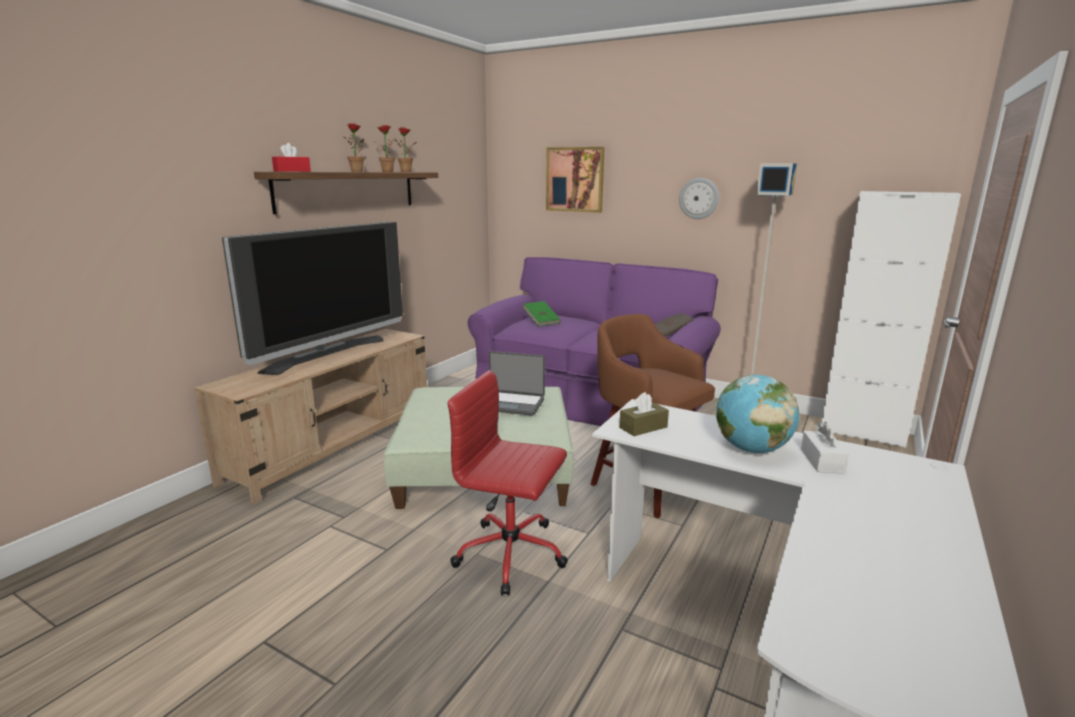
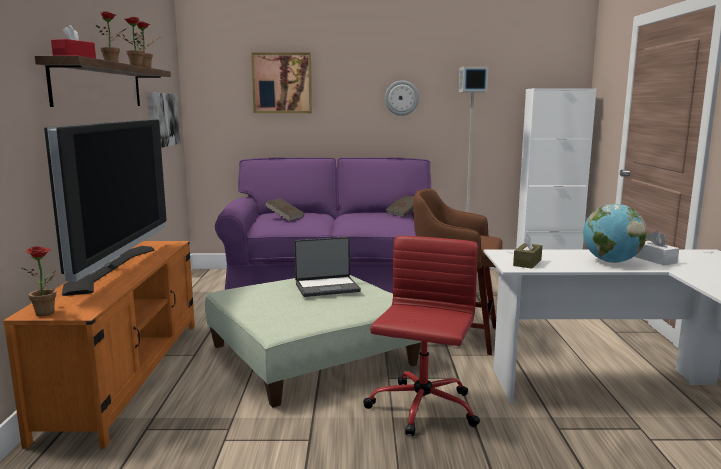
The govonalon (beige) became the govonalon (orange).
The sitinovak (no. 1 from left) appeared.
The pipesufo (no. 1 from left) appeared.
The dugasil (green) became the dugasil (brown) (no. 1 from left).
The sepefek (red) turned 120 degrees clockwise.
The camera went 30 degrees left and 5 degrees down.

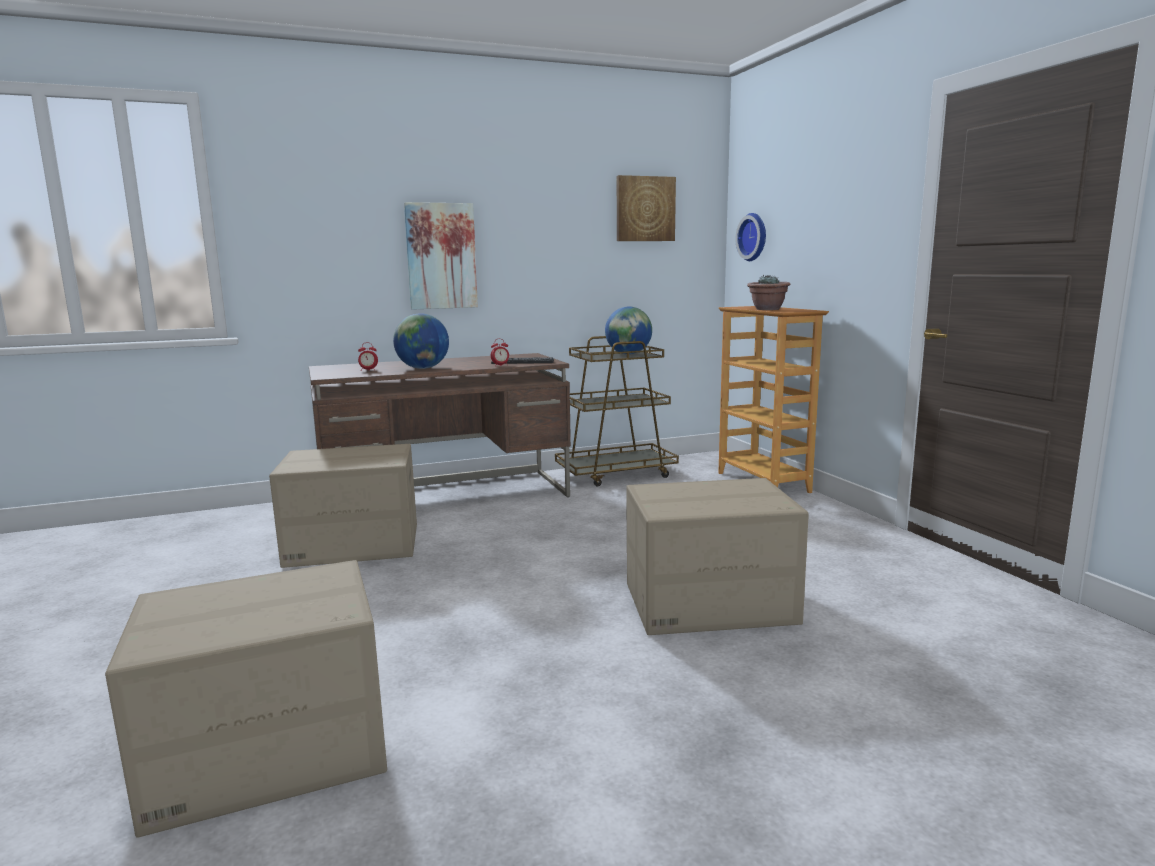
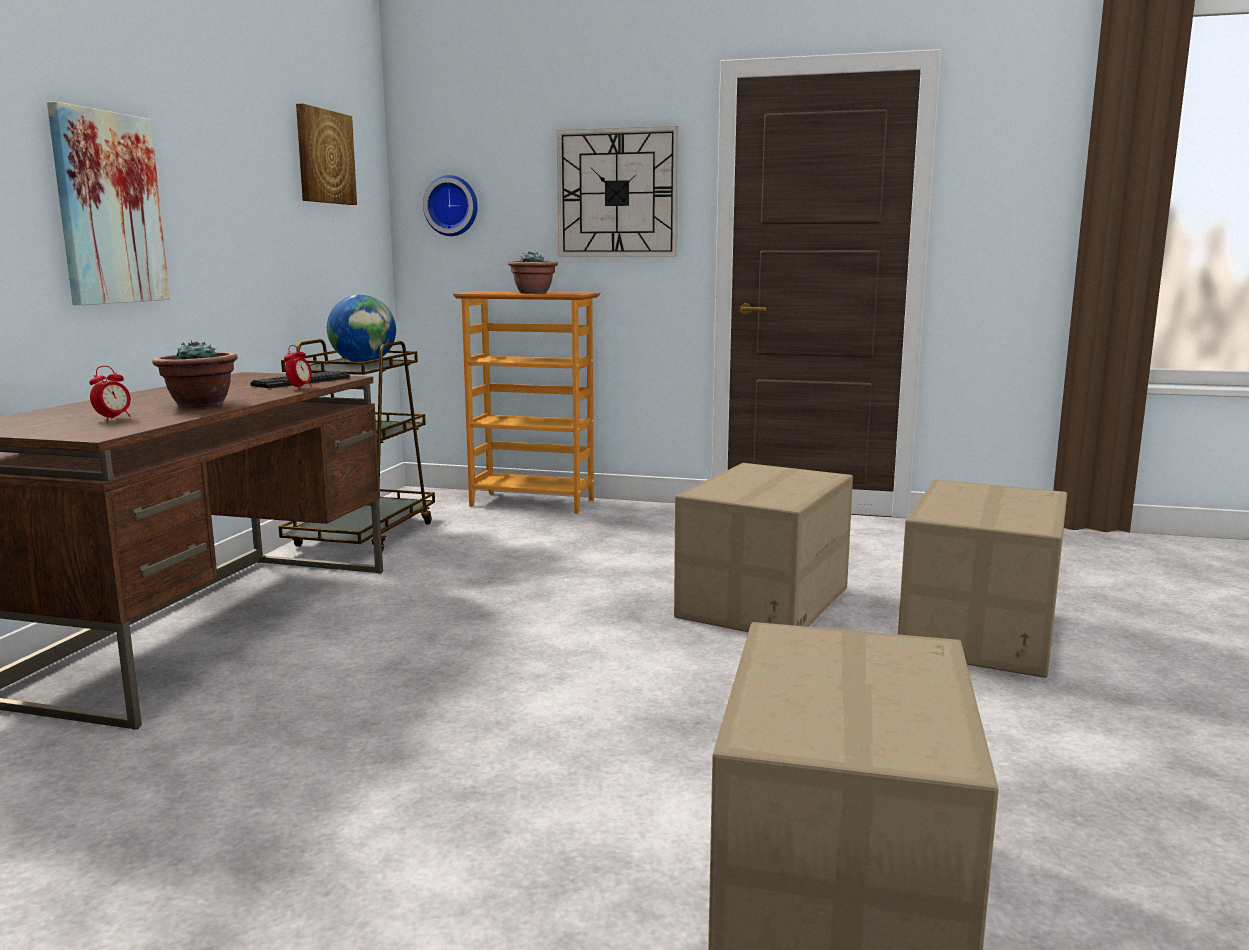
The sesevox (no. 1 from left) was replaced by the sitinovak (no. 1 from left).
The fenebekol (no. 2 from left) appeared.
The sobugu (no. 2 from left in the first image) moved.
The camera went 55 degrees left and 0 degrees up.

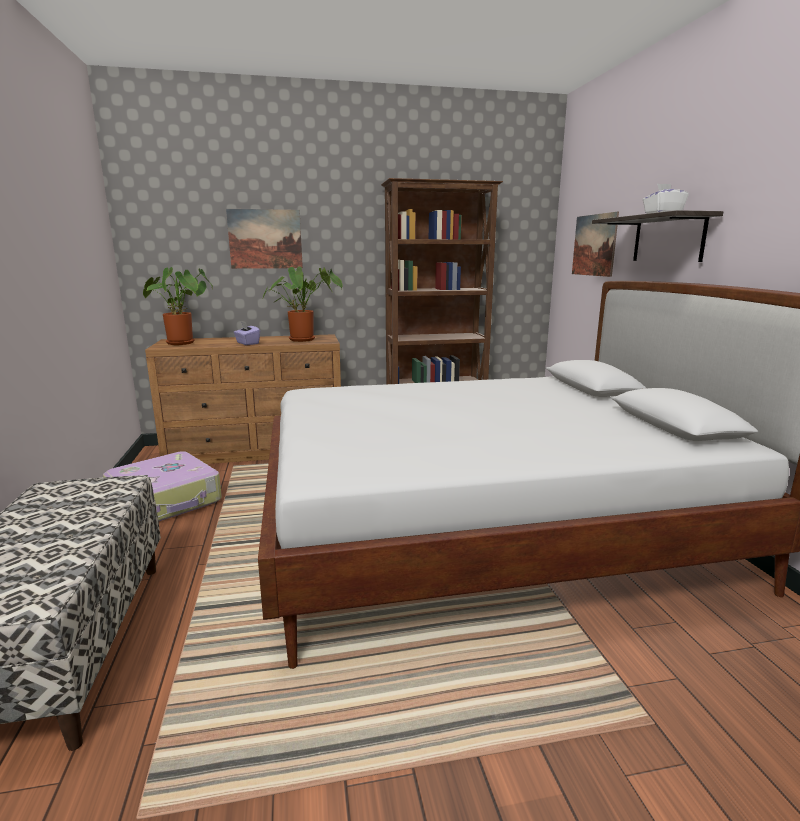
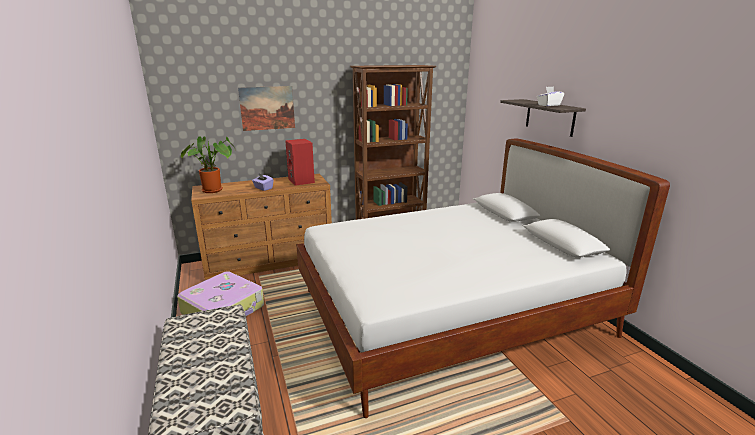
The sitinovak (no. 2 from left) was replaced by the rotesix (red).
The pipesufo (no. 2 from left) disappeared.
The camera went 10 degrees left and 5 degrees up.

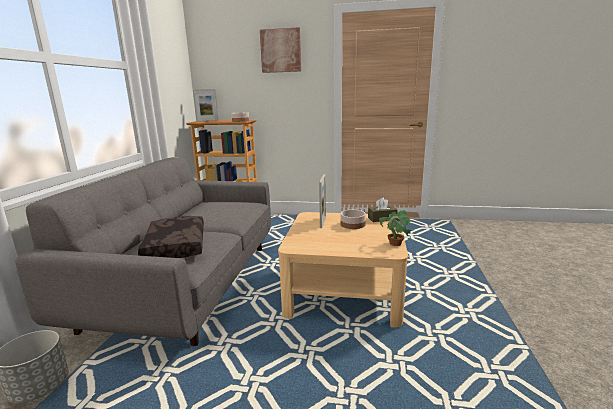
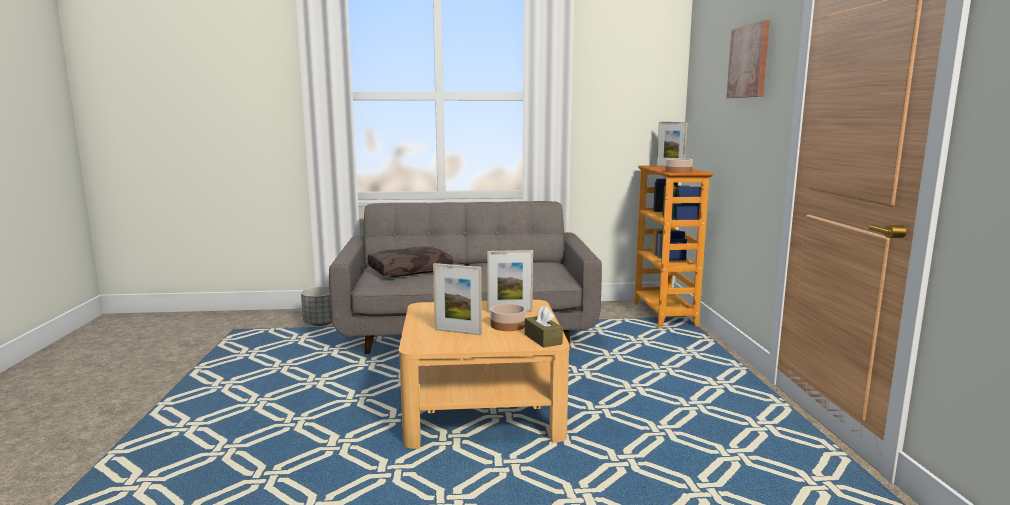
The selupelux (no. 1 from left) appeared.
The sitinovak disappeared.
The camera went 75 degrees right and 5 degrees down.

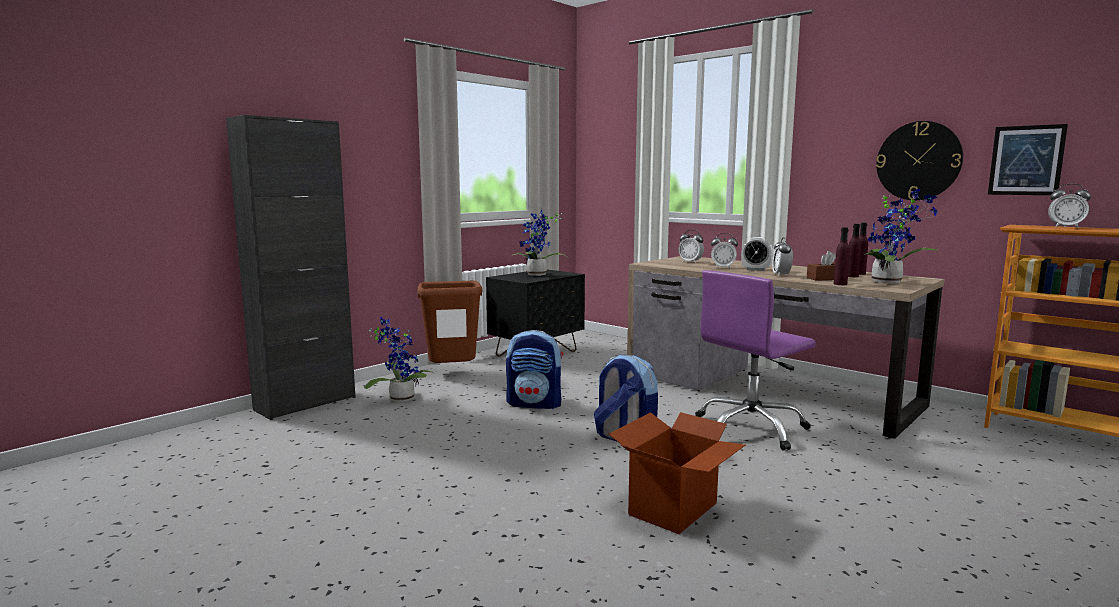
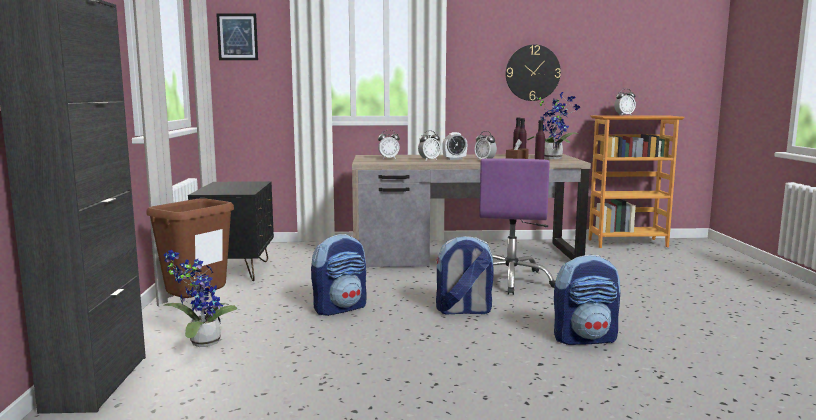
The pipesufo moved.
The sobugu was replaced by the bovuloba (no. 3 from left).
The sitinovak (no. 2 from left) disappeared.
The camera went 45 degrees left and 0 degrees up.

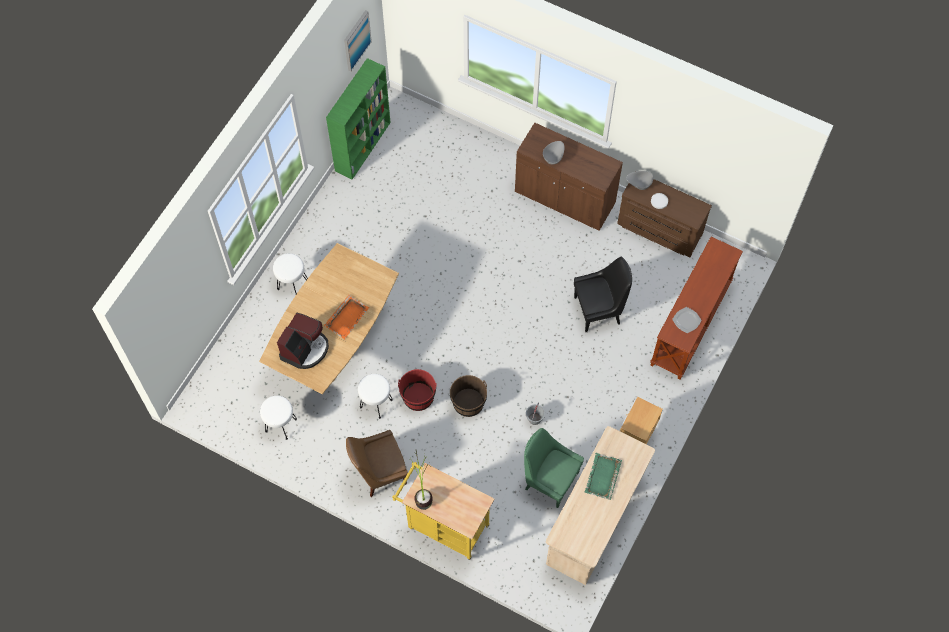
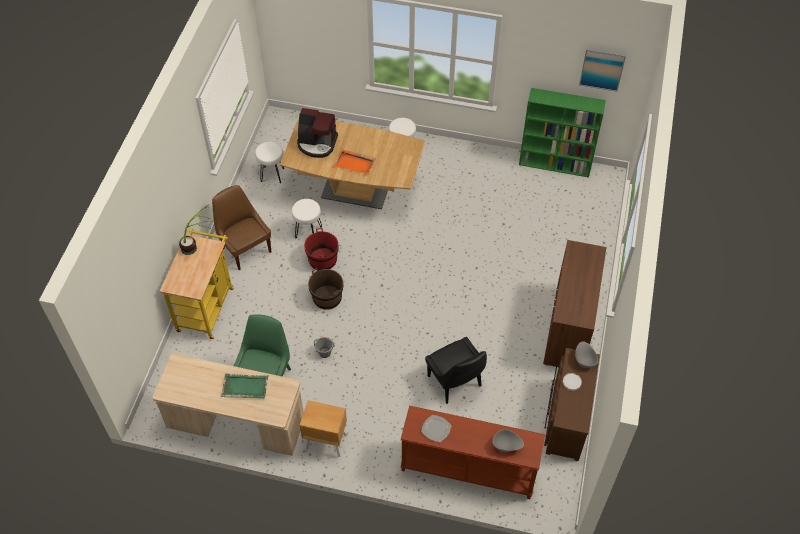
The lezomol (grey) (no. 1 from left) moved.
The camera went 75 degrees right and 10 degrees down.

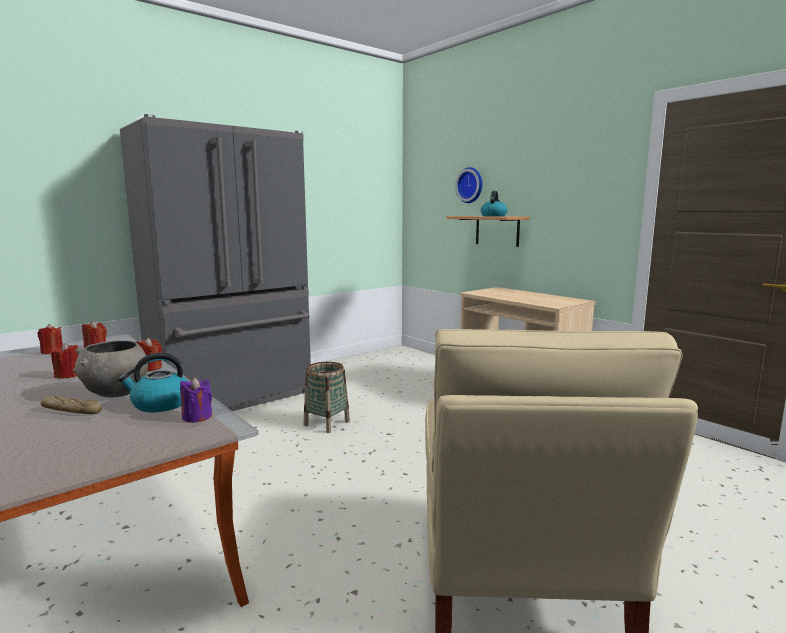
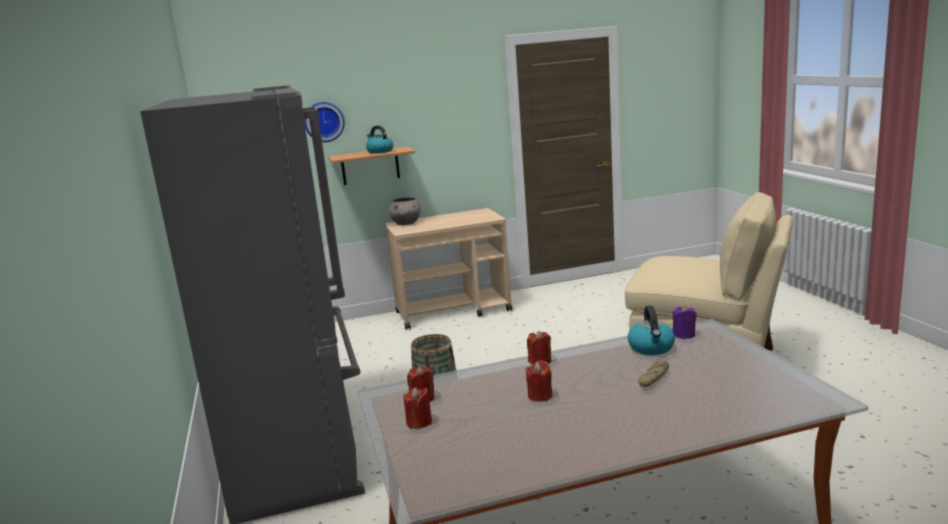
The lezomol (grey) moved.
The camera went 65 degrees left and 5 degrees up.

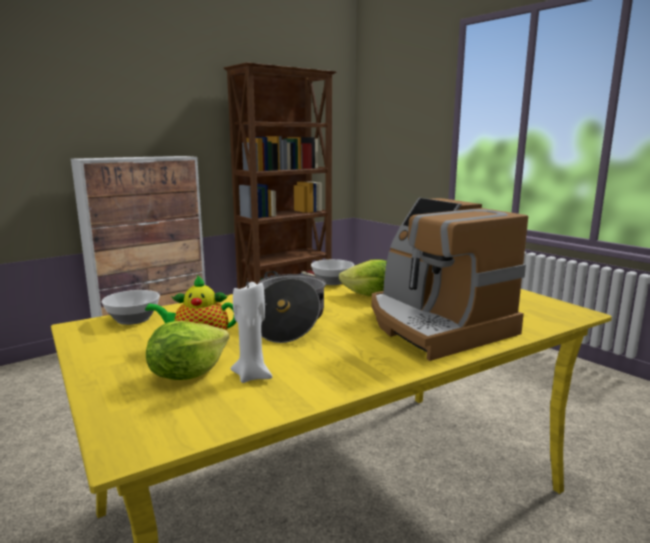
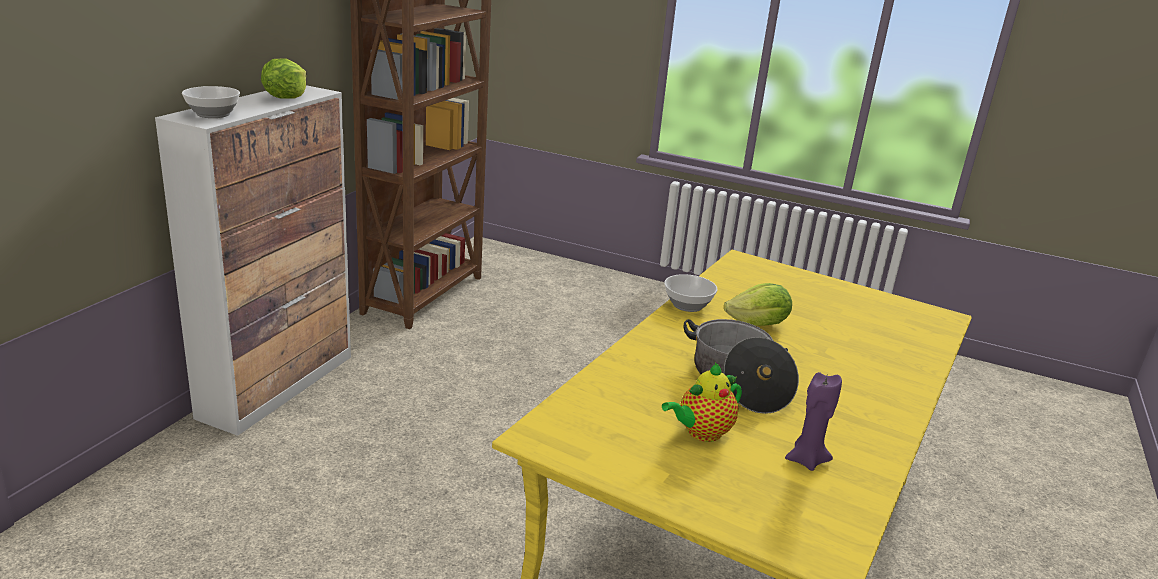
The lezomol (no. 1 from left) moved.
The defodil (no. 1 from left) moved.
The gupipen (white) became the gupipen (purple).
The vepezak disappeared.
The camera went 30 degrees left and 10 degrees up.

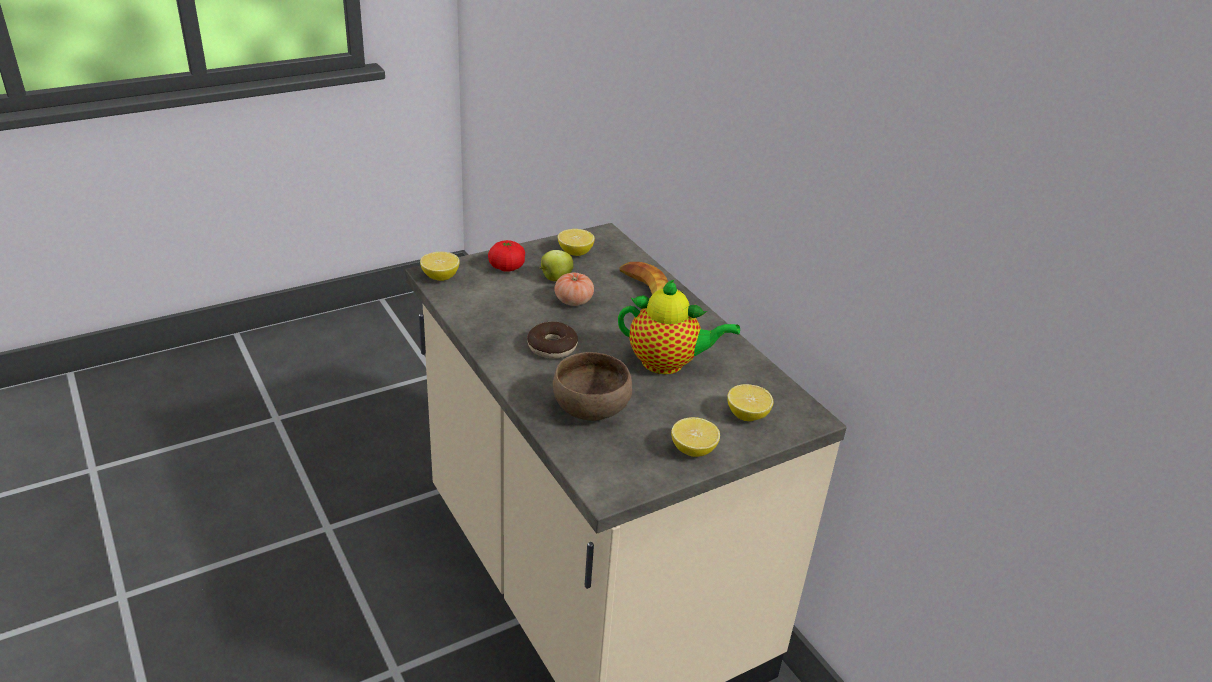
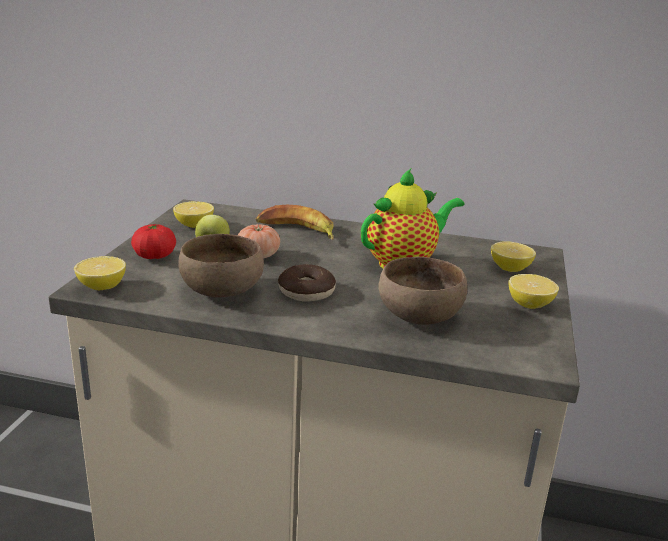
The lezomol (brown) (no. 1 from left) appeared.
The camera went 45 degrees left and 10 degrees down.

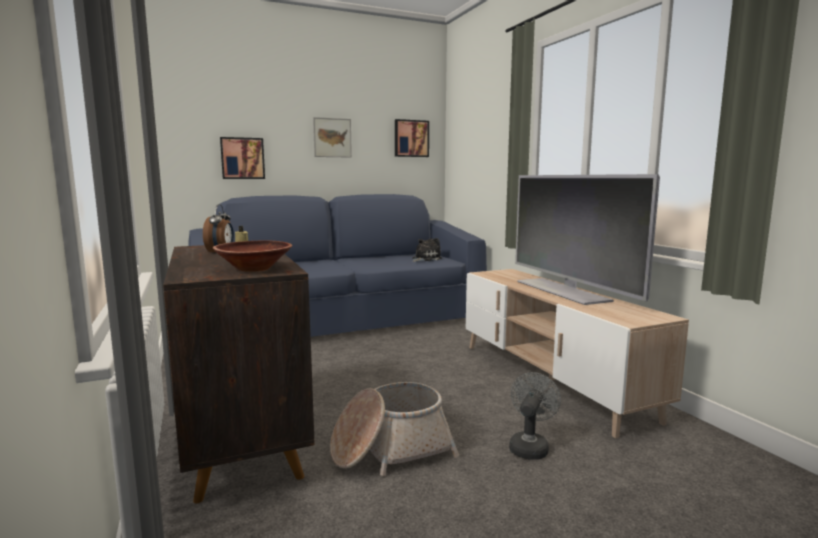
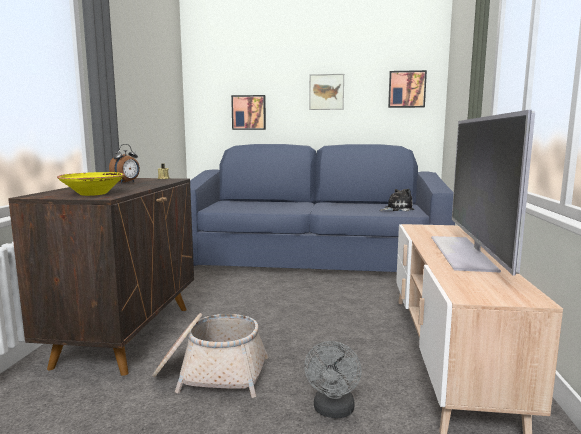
The lezomol (brown) became the lezomol (yellow).
The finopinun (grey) turned 135 degrees clockwise.
The camera went 30 degrees right and 0 degrees up.

